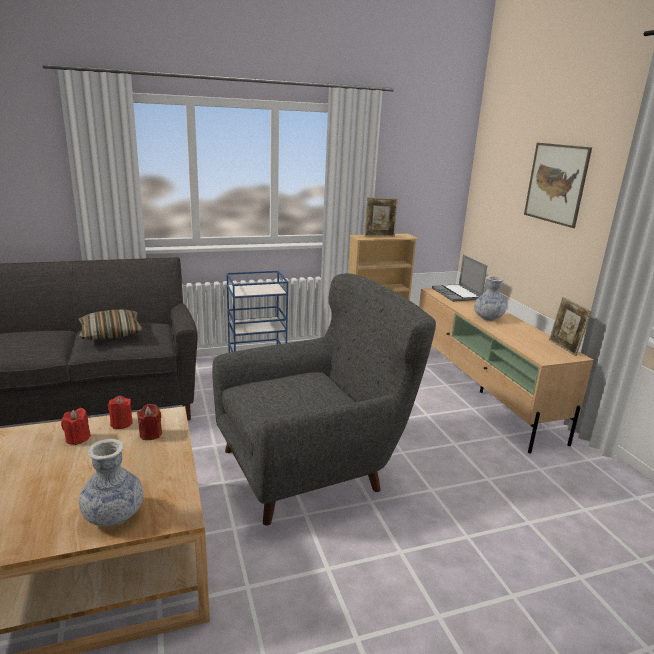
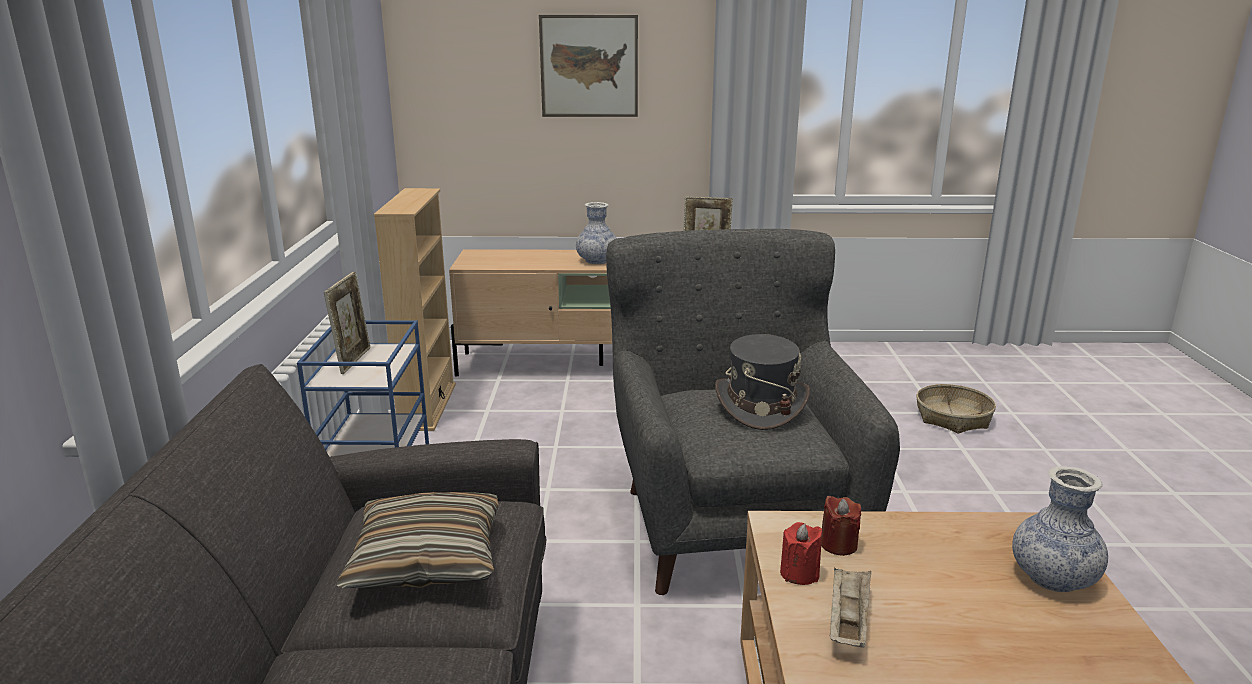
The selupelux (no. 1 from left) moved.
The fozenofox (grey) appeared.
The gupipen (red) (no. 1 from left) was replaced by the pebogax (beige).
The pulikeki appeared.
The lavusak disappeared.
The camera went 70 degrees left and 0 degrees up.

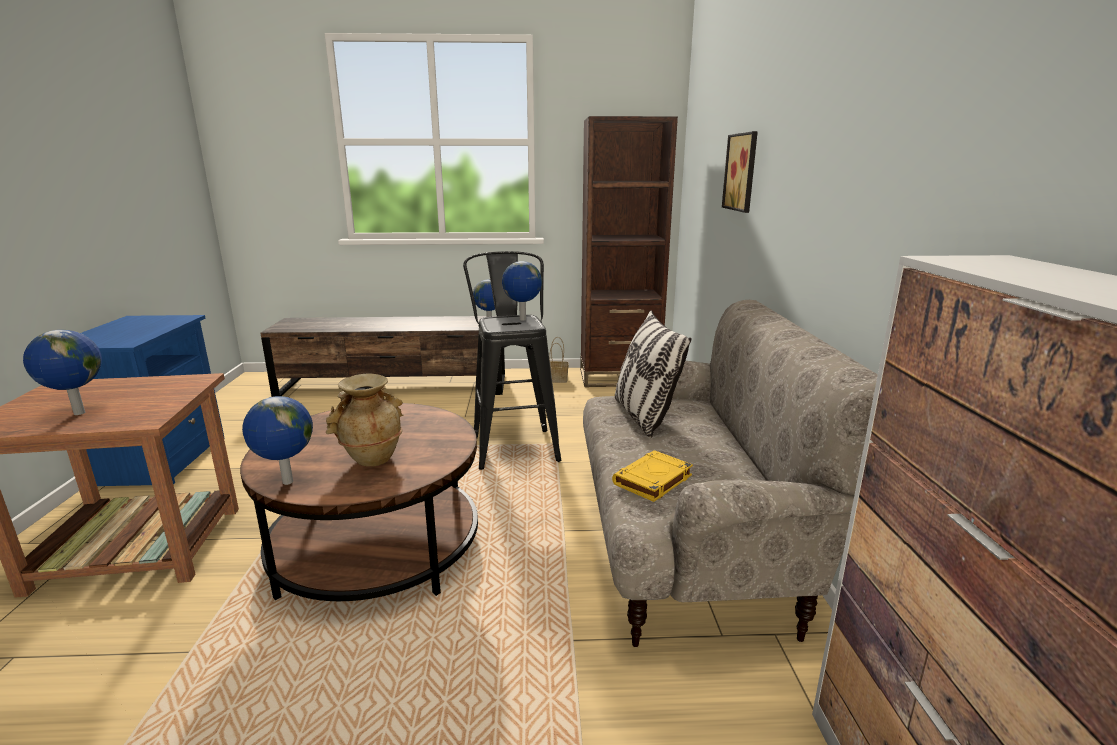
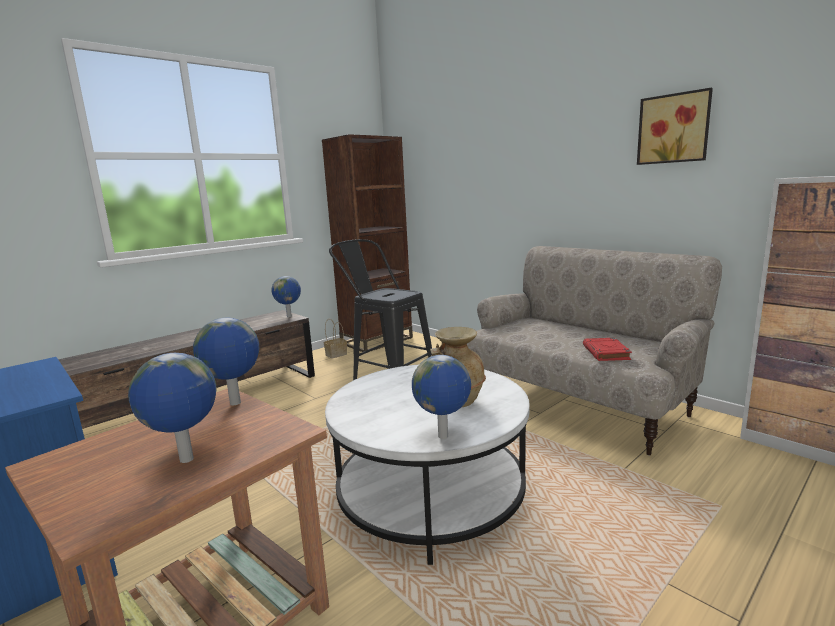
The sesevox (no. 4 from left in the first image) moved.
The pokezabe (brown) became the pokezabe (white).
The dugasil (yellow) became the dugasil (red).
The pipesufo moved.
The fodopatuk disappeared.
The camera went 40 degrees left and 5 degrees down.

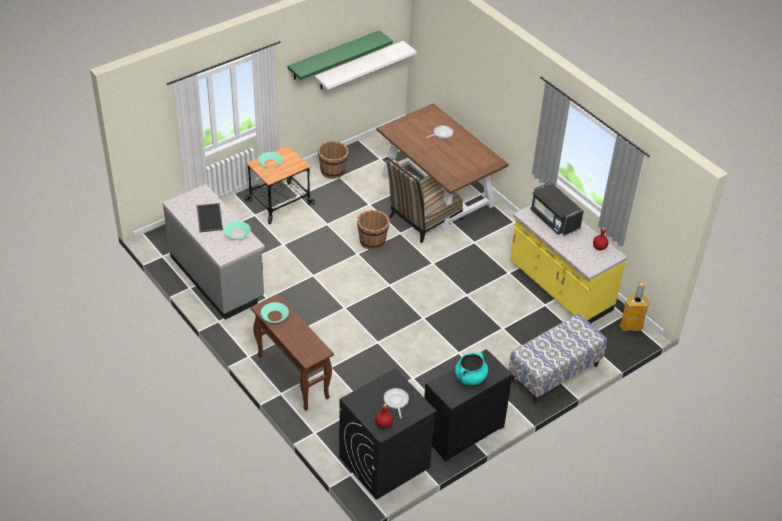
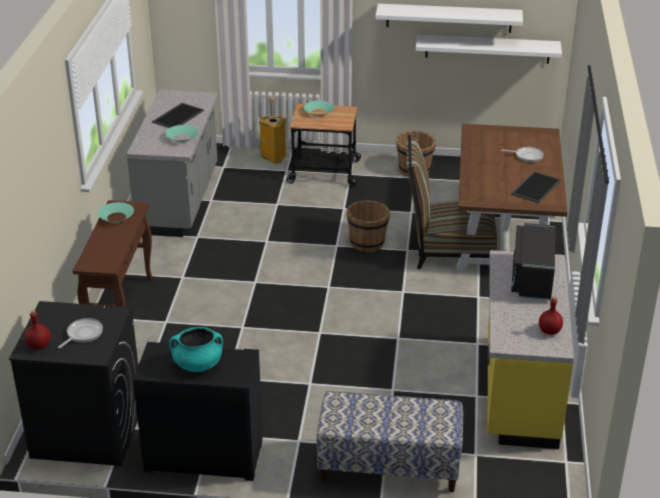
The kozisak moved.
The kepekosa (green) became the kepekosa (white) (no. 1 from left).
The pebogax (no. 2 from left) appeared.
The camera went 45 degrees right and 10 degrees down.

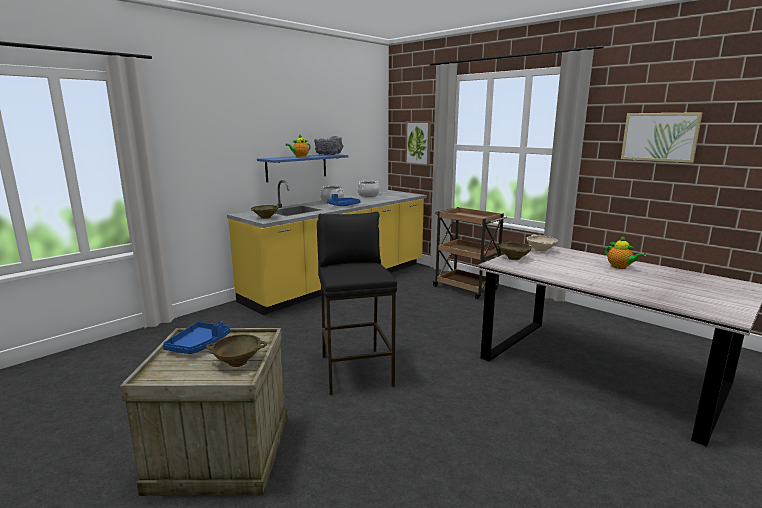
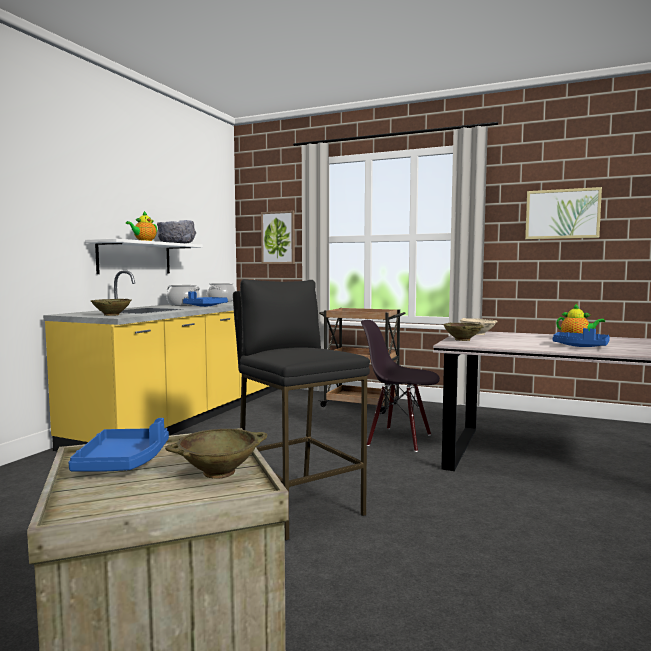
The kepekosa (blue) became the kepekosa (white).
The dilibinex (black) appeared.
The pebogax (blue) (no. 3 from left) appeared.
The camera went 20 degrees left and 10 degrees down.

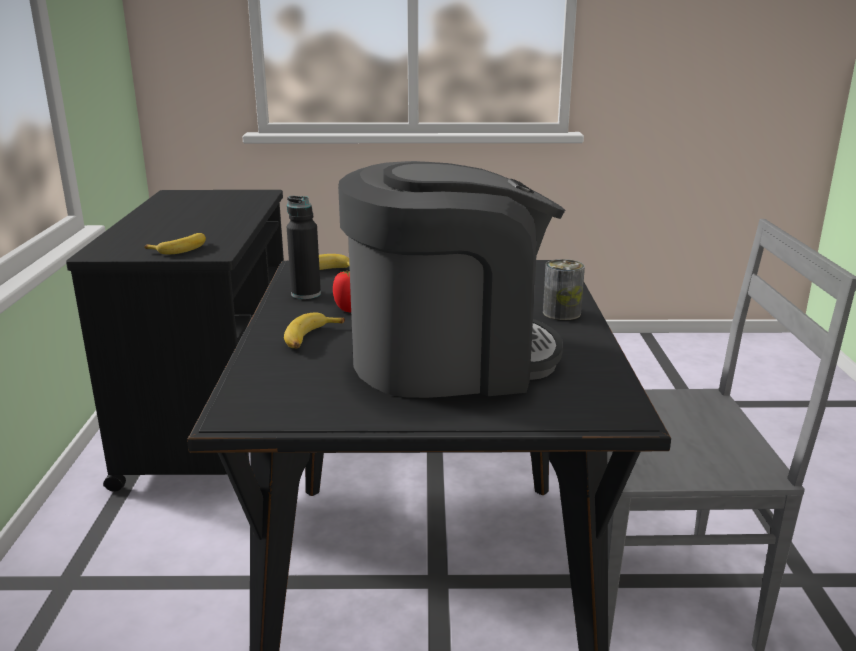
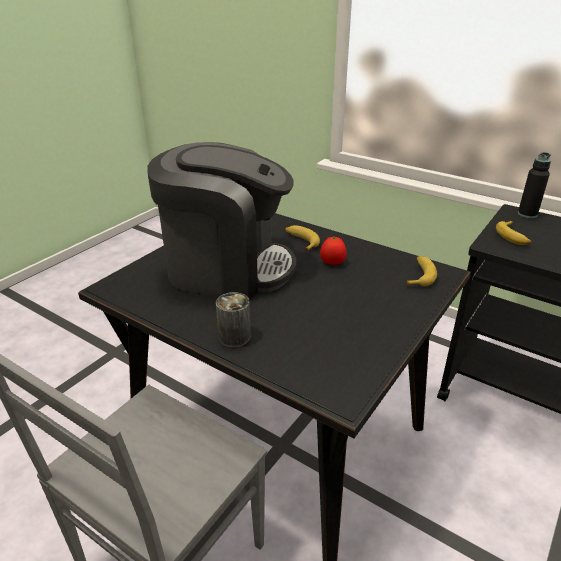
The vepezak turned 105 degrees counterclockwise.
The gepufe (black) moved.
The camera went 125 degrees right and 10 degrees up.

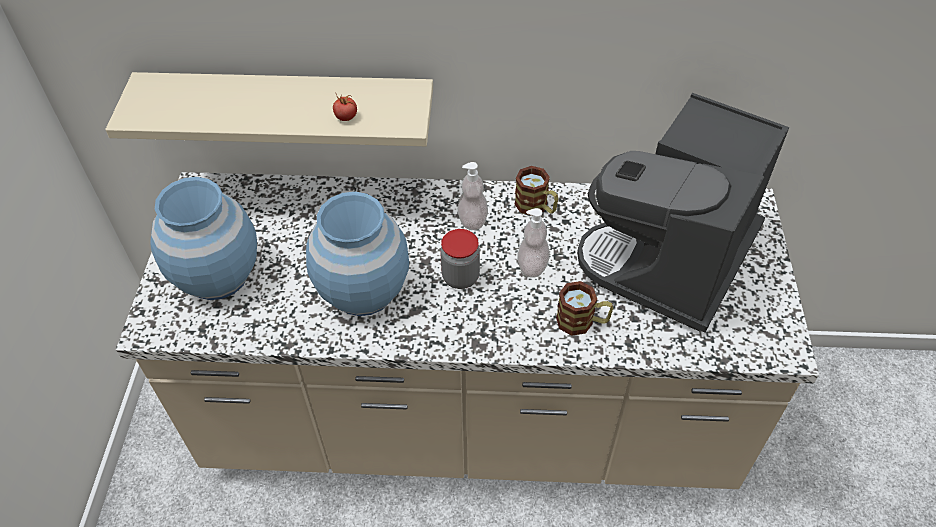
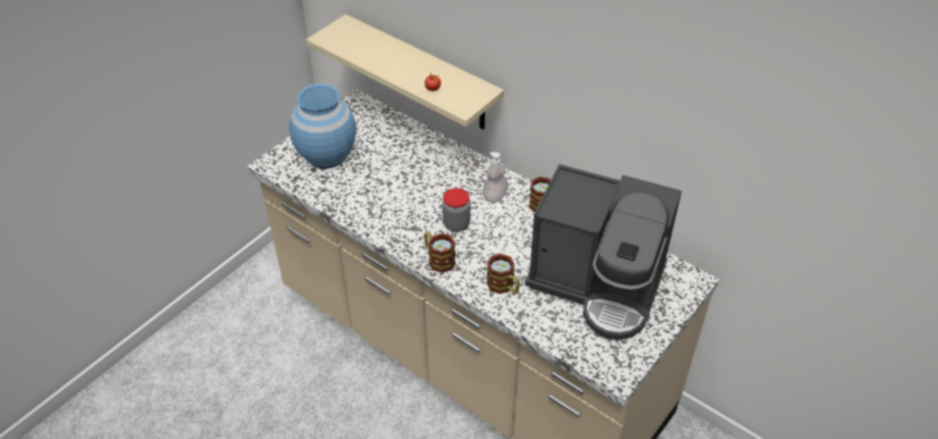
The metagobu (no. 1 from left) appeared.
The vepezak turned 135 degrees counterclockwise.
The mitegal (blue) (no. 2 from left) disappeared.
The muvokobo (no. 2 from left) disappeared.
The camera went 35 degrees right and 5 degrees down.

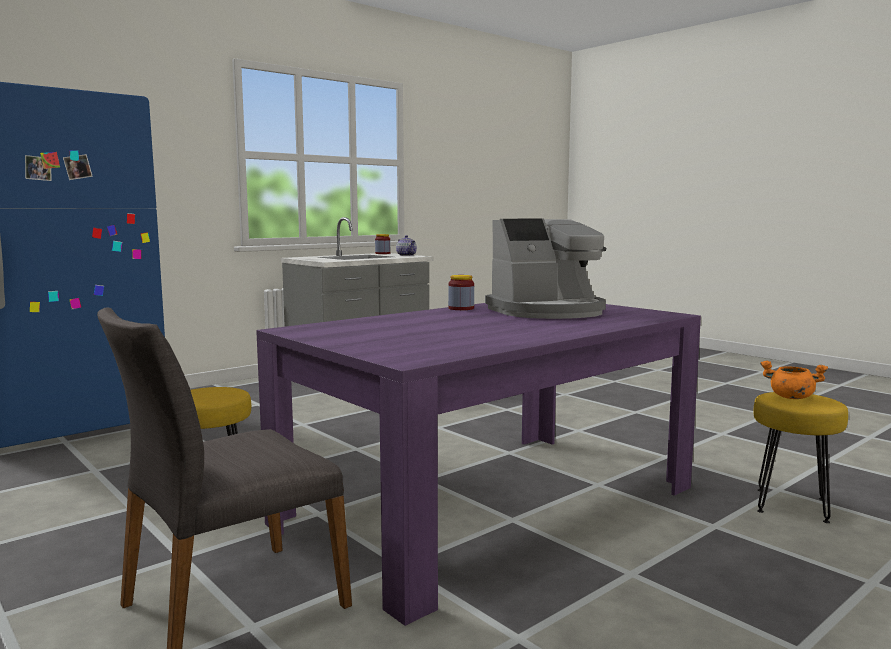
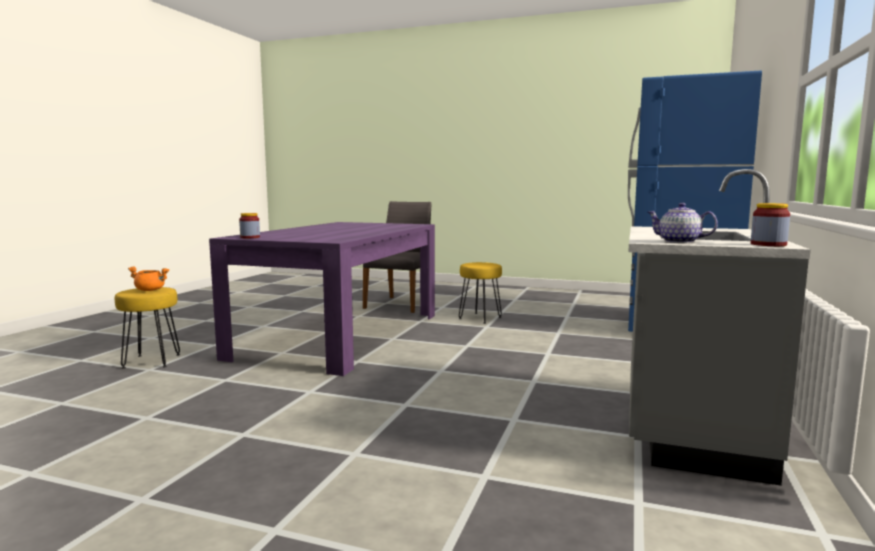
The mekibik (no. 2 from left in the first image) moved.
The vepezak disappeared.
The camera went 150 degrees right and 0 degrees up.

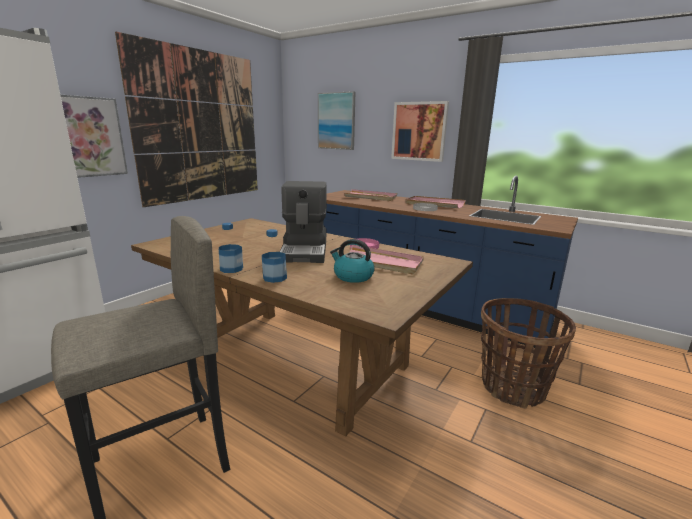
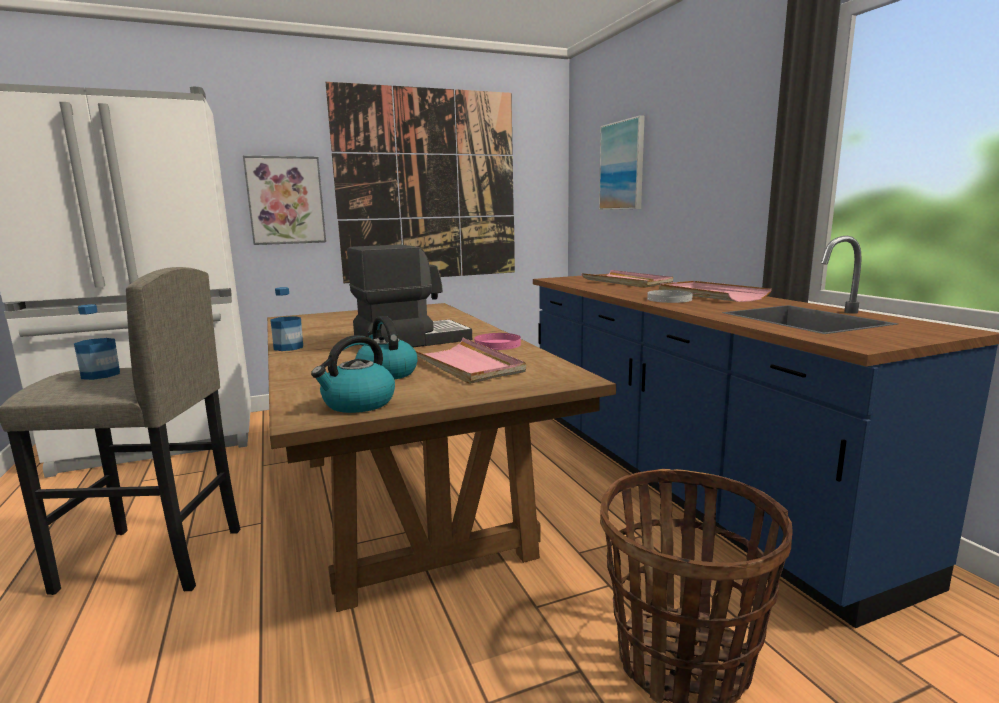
The gepufe (no. 2 from left in the first image) moved.
The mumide (no. 1 from left) appeared.
The vepezak turned 150 degrees counterclockwise.
The pipesufo (no. 4 from left) disappeared.
The camera went 35 degrees right and 5 degrees down.

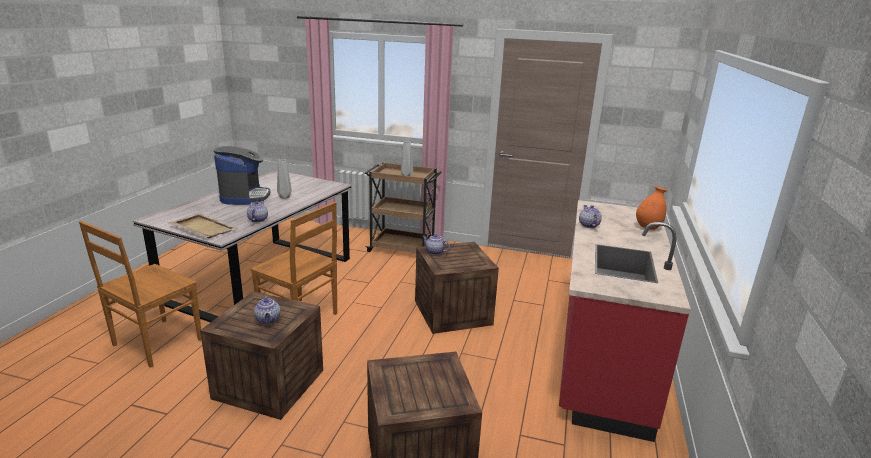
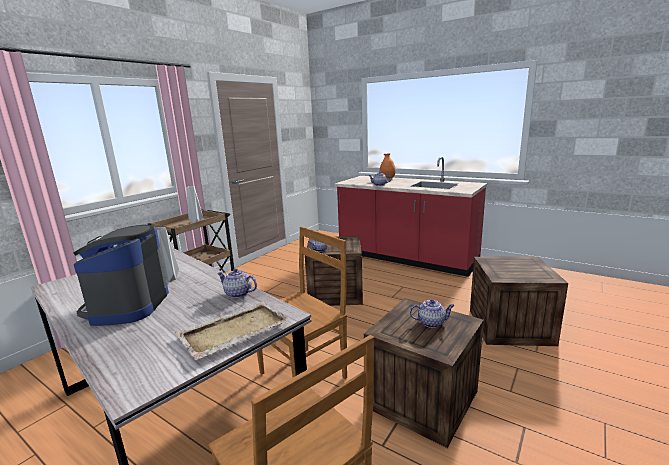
The vepezak turned 105 degrees counterclockwise.
The camera went 70 degrees left and 5 degrees down.

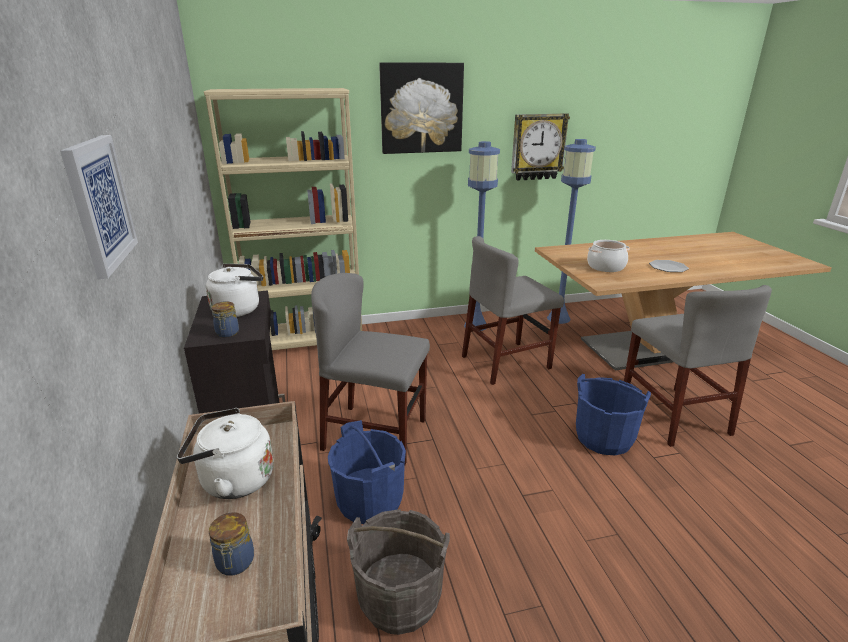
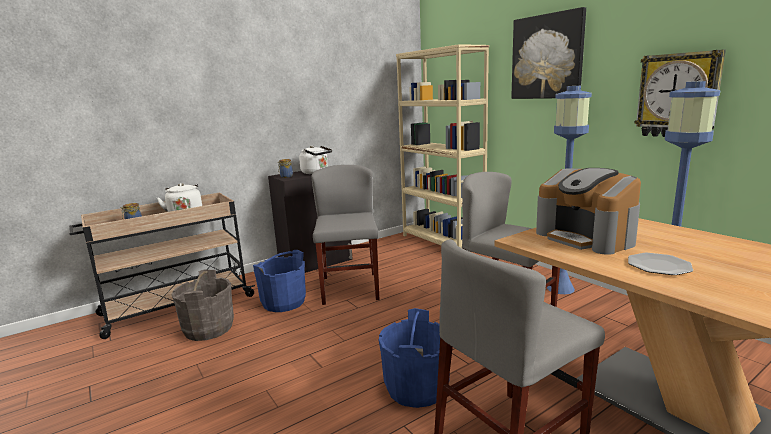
The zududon was replaced by the vepezak.
The pipesufo (no. 1 from left) disappeared.
The camera went 70 degrees right and 10 degrees down.

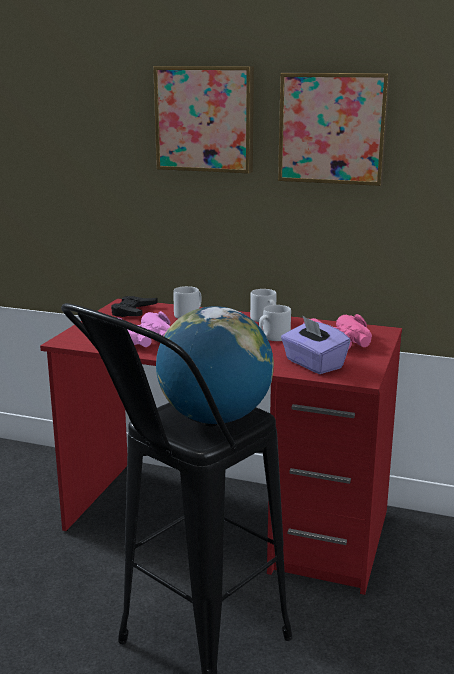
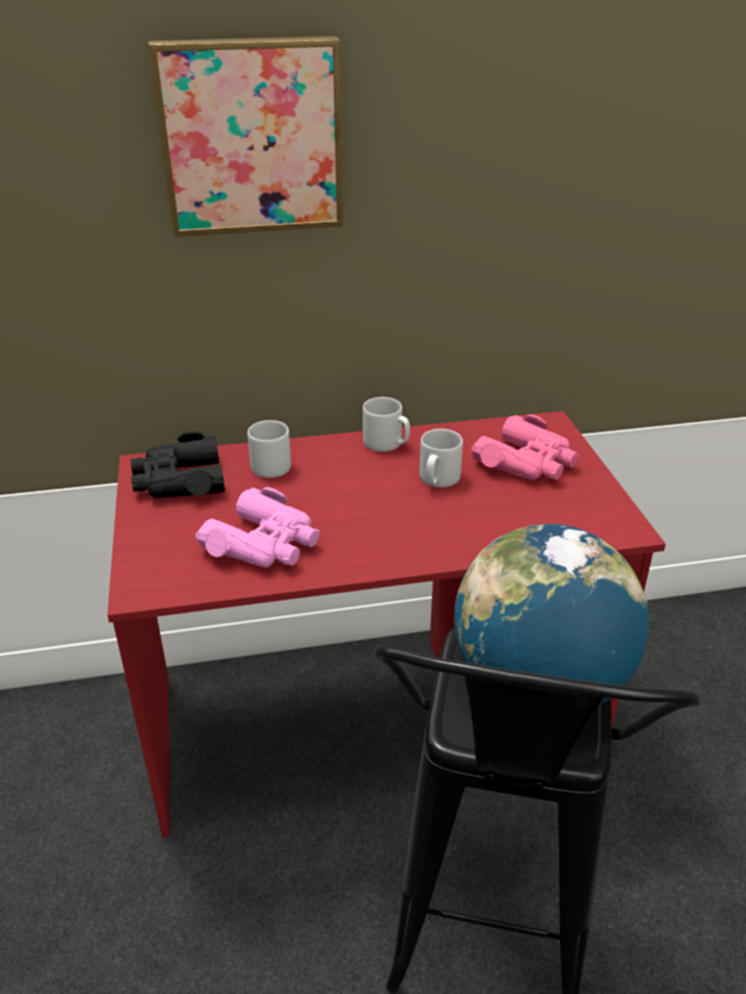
The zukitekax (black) was replaced by the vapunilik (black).
The pipesufo (no. 2 from left) disappeared.
The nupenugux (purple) disappeared.
The camera went 30 degrees left and 15 degrees up.

